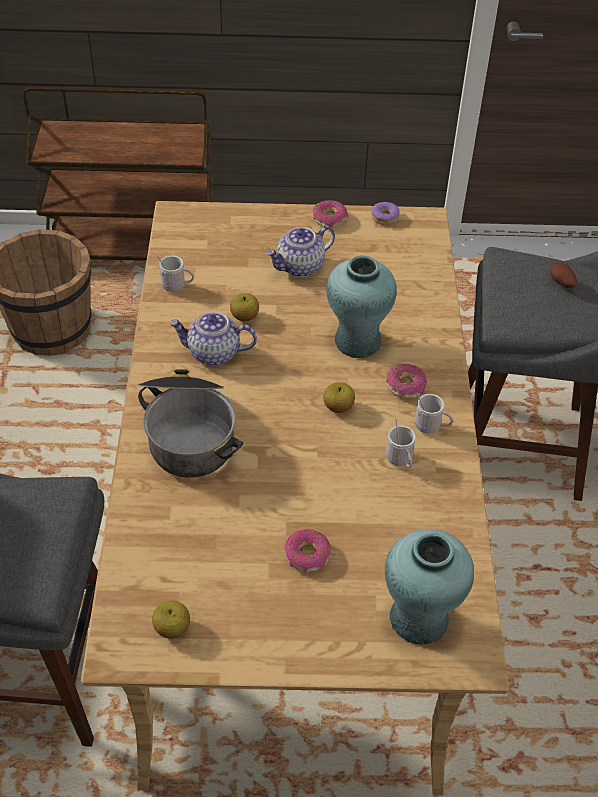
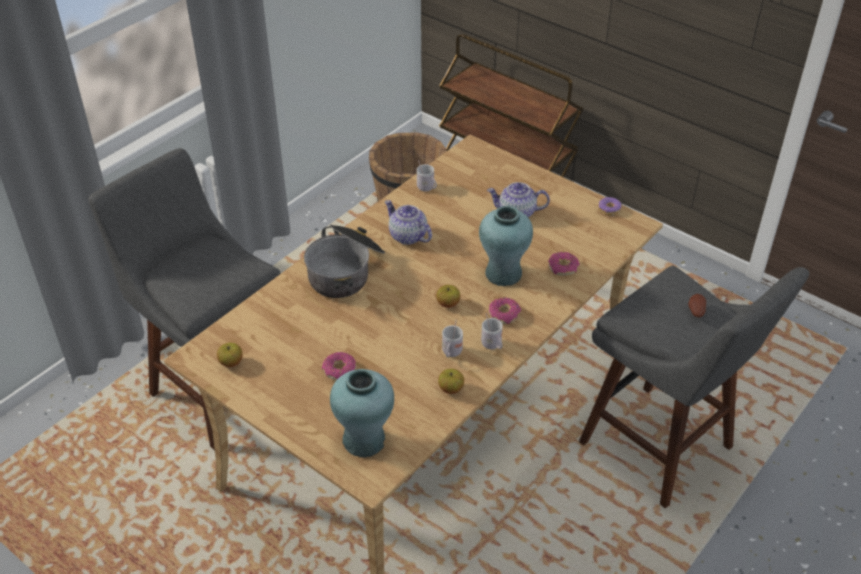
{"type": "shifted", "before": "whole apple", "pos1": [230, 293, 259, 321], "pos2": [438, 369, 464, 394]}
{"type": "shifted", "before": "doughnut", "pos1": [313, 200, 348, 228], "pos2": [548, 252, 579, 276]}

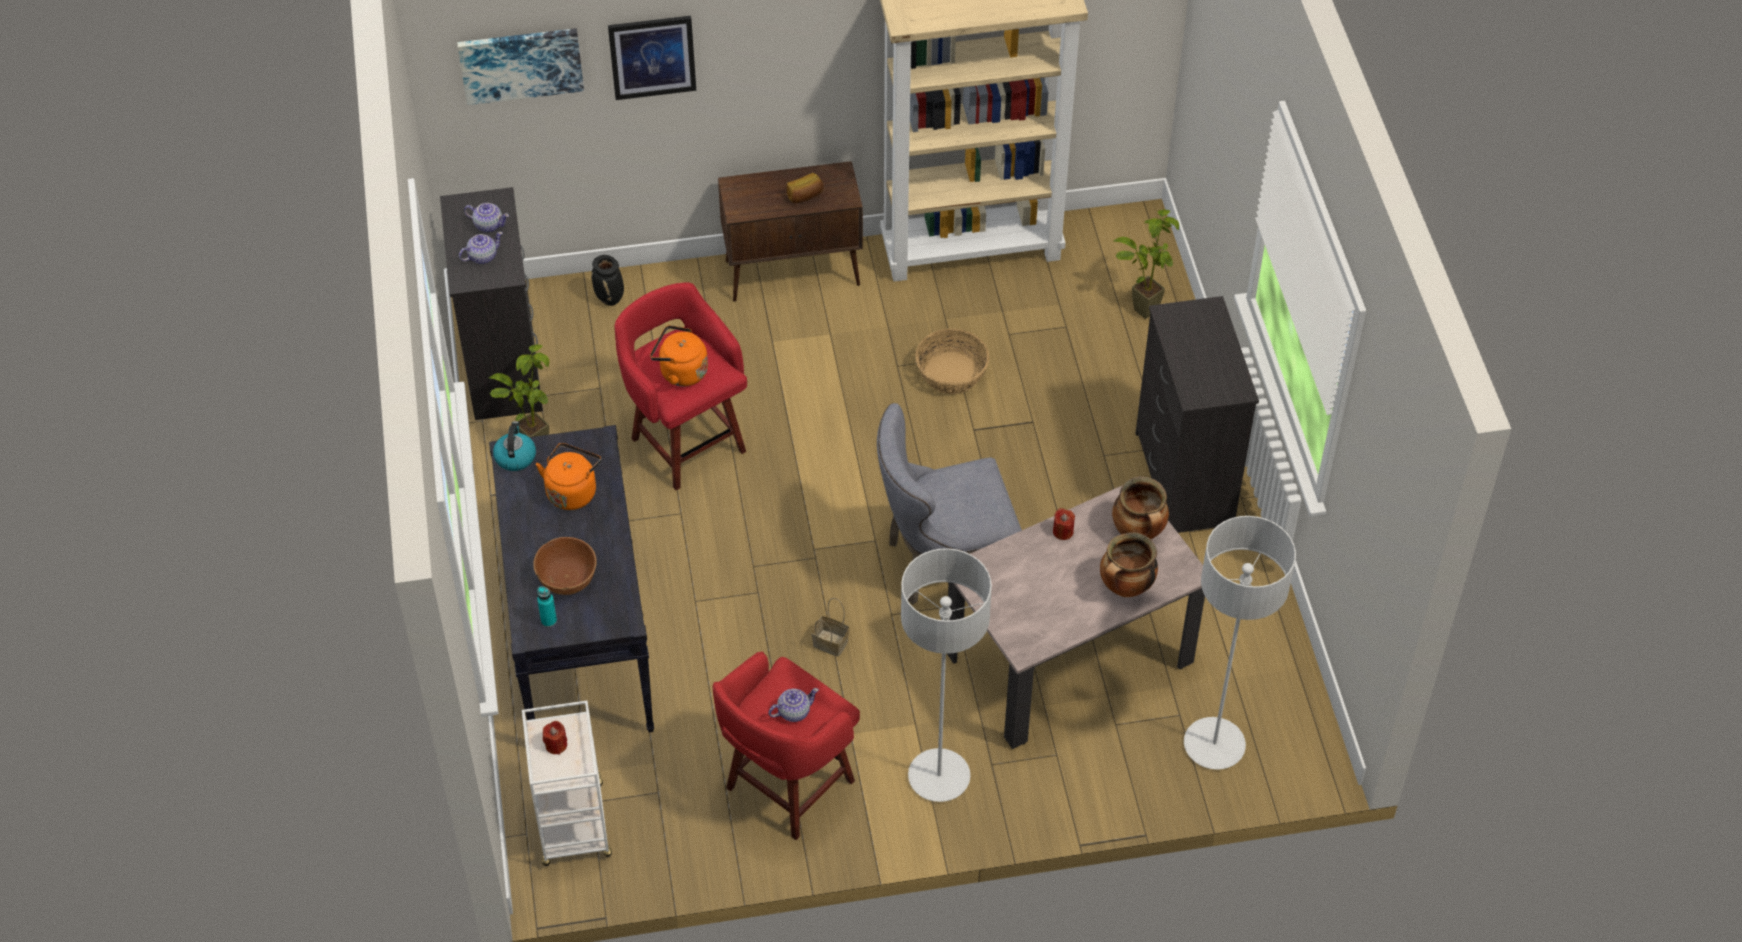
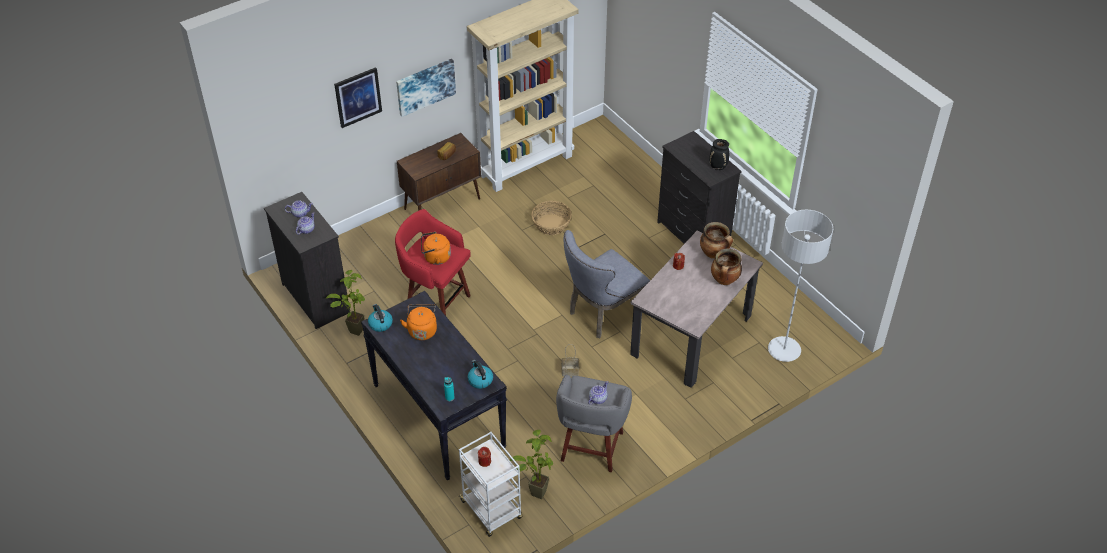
{"type": "gone", "before": "brownish bowl", "pos1": [533, 537, 597, 595]}
{"type": "gone", "before": "gray standard lamp", "pos1": [901, 548, 992, 802]}
{"type": "new", "after": "tea kettle", "pos2": [468, 360, 493, 389]}
{"type": "shifted", "before": "wall art", "pos1": [457, 28, 584, 105], "pos2": [396, 59, 456, 117]}
{"type": "shifted", "before": "blackish vase", "pos1": [591, 255, 624, 306], "pos2": [709, 139, 729, 170]}
{"type": "shifted", "before": "potted plant", "pos1": [1114, 209, 1179, 319], "pos2": [510, 430, 553, 499]}
{"type": "repainted", "before": "red stool seat", "after": "gray stool seat", "pos1": [713, 652, 860, 840], "pos2": [556, 375, 632, 472]}

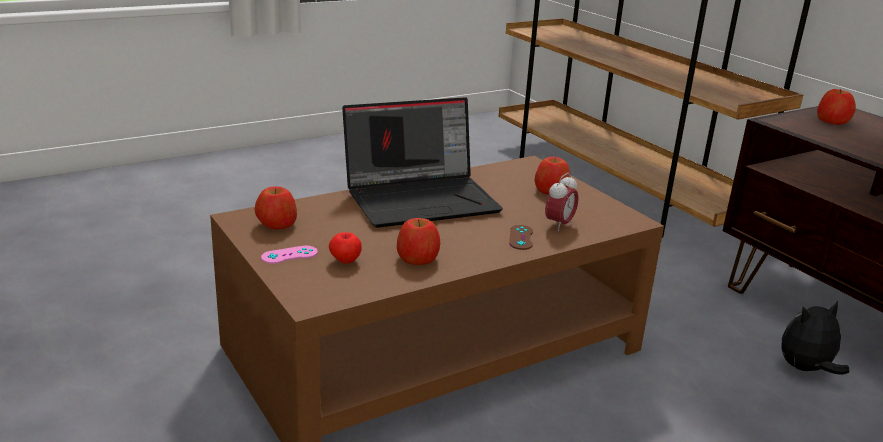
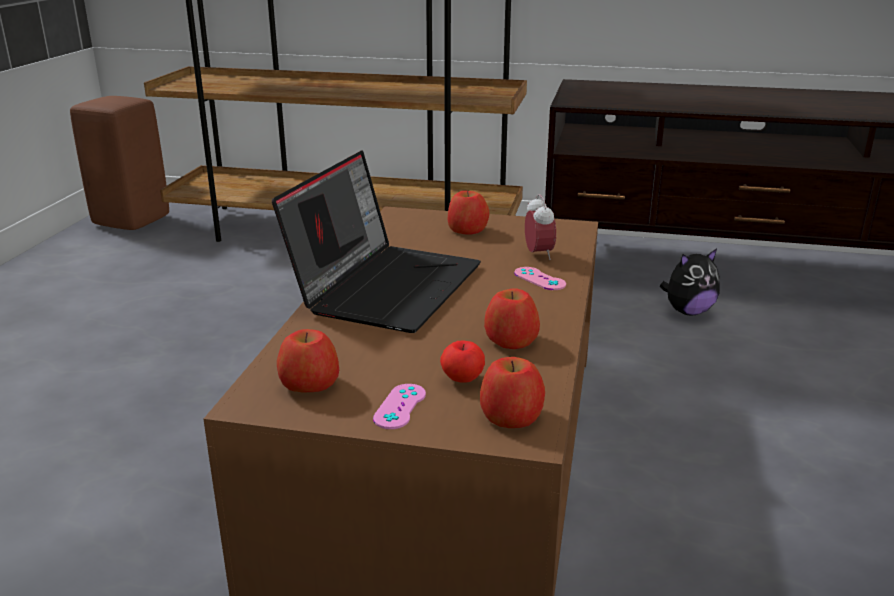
{"type": "new", "after": "brownish stool seat", "pos2": [70, 96, 169, 230]}
{"type": "shifted", "before": "whole apple", "pos1": [817, 89, 856, 125], "pos2": [480, 357, 545, 428]}
{"type": "repainted", "before": "brownish gamepad", "after": "pinkish gamepad", "pos1": [509, 225, 533, 250], "pos2": [514, 267, 566, 290]}
{"type": "rotated", "before": "plush toy", "pos1": [782, 301, 849, 375], "pos2": [660, 249, 720, 316], "turn": -135}

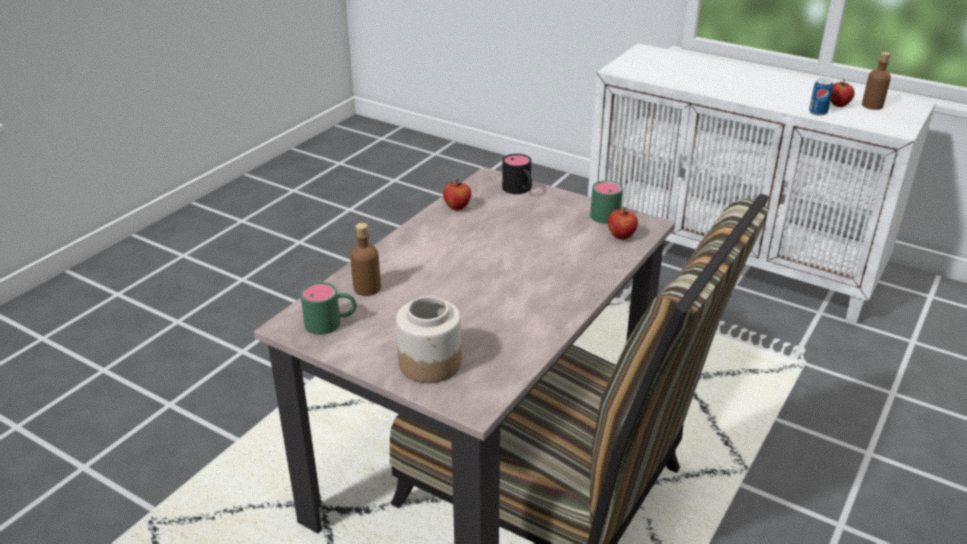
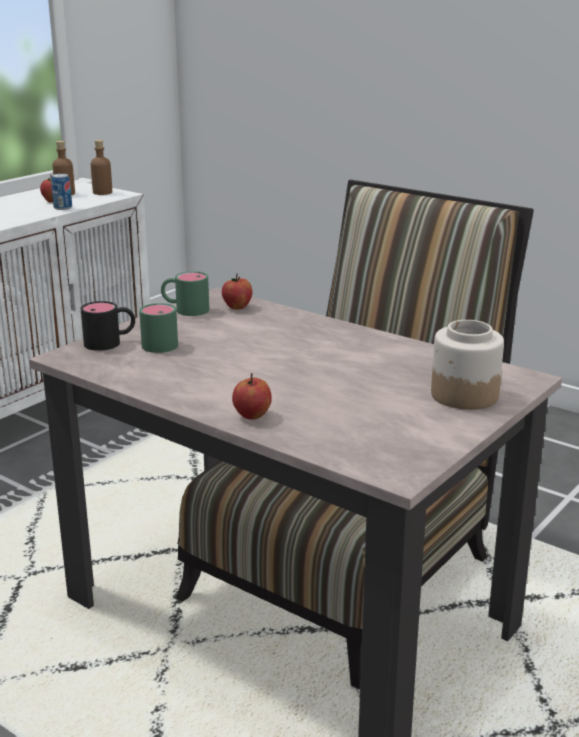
{"type": "shifted", "before": "greenish mug", "pos1": [300, 282, 356, 335], "pos2": [139, 303, 178, 353]}
{"type": "shifted", "before": "brownish drink bottle", "pos1": [350, 223, 381, 296], "pos2": [91, 140, 112, 195]}
{"type": "shifted", "before": "whole apple", "pos1": [443, 179, 471, 210], "pos2": [232, 373, 272, 419]}

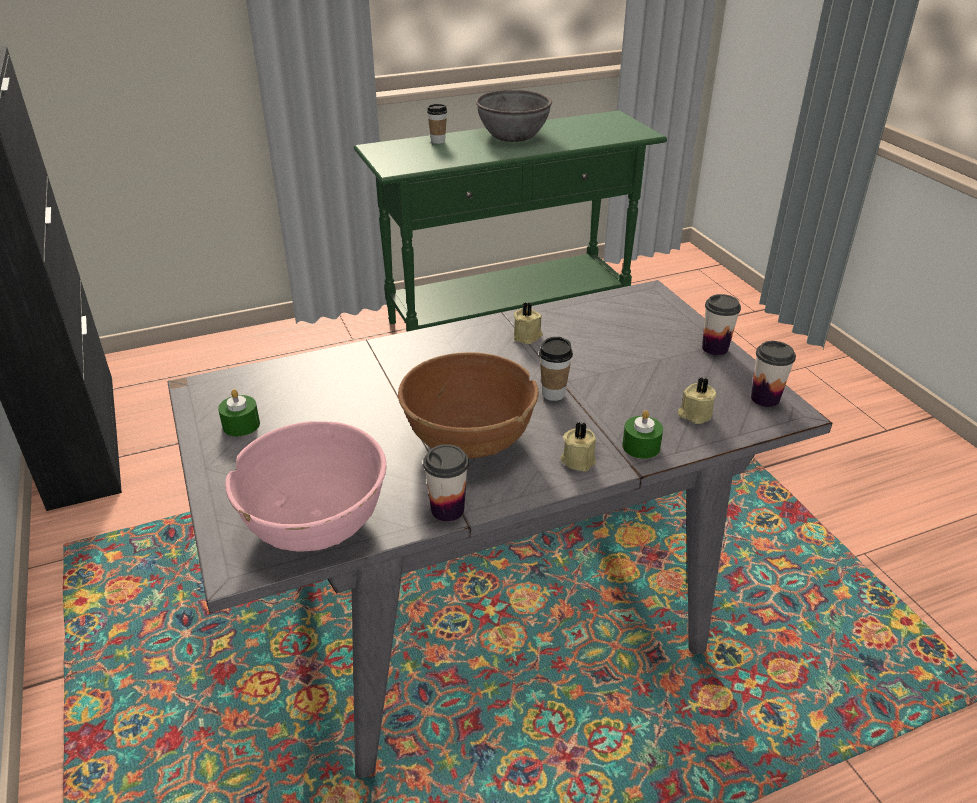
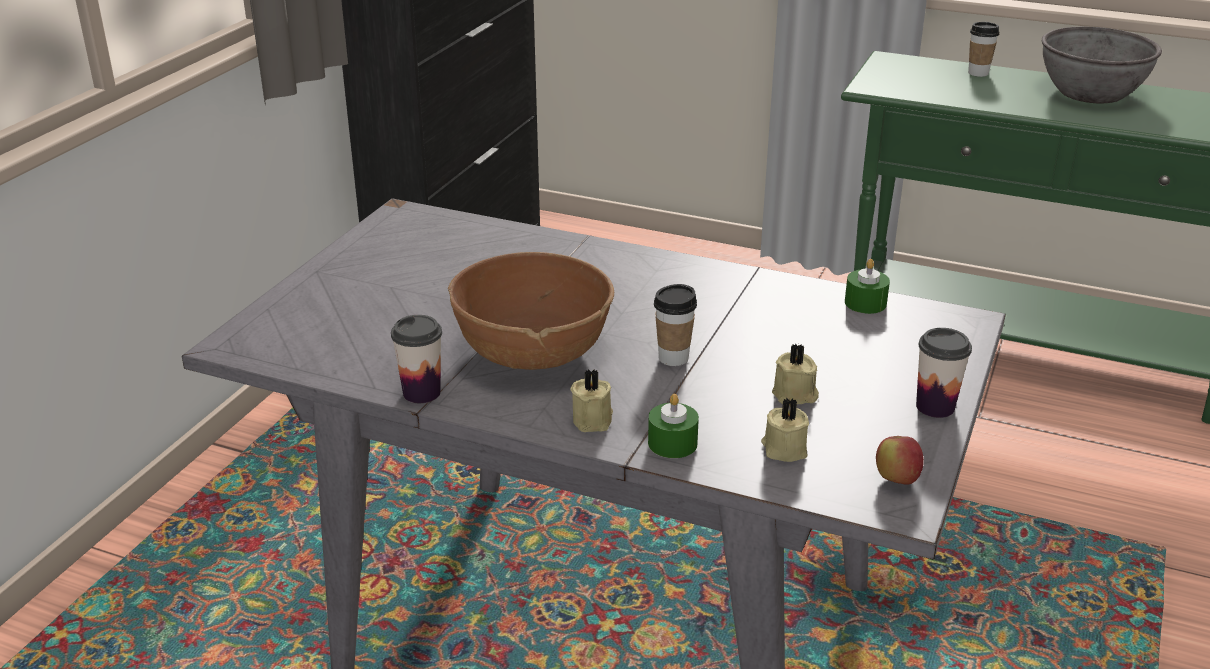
{"type": "gone", "before": "pinkish bowl", "pos1": [225, 421, 386, 552]}
{"type": "shifted", "before": "greenish candle", "pos1": [218, 389, 260, 436], "pos2": [845, 259, 890, 314]}
{"type": "shifted", "before": "beige candle", "pos1": [514, 302, 543, 344], "pos2": [772, 343, 819, 404]}
{"type": "swapped", "before": "cup", "after": "whole apple", "pos1": [751, 341, 796, 407], "pos2": [876, 436, 924, 485]}

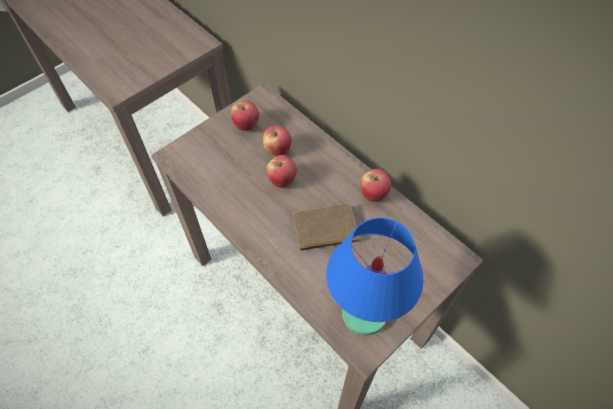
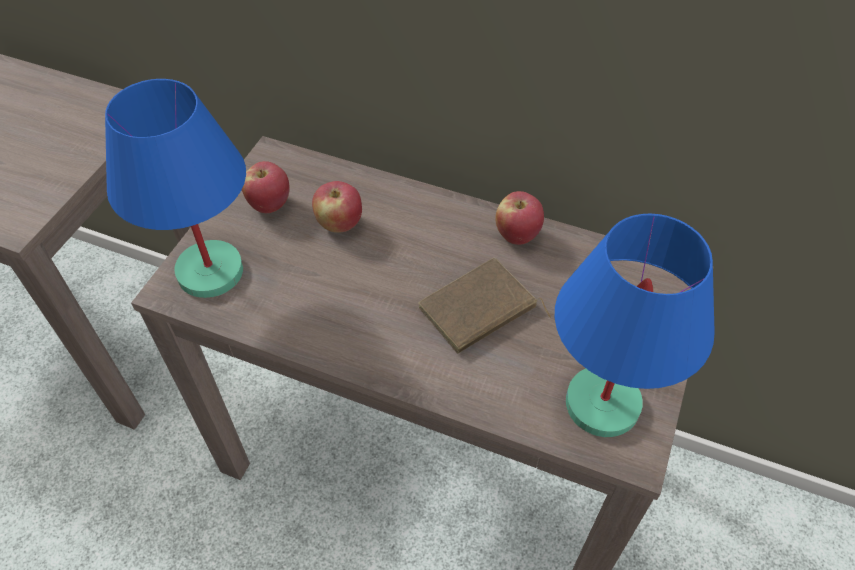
{"type": "gone", "before": "whole apple", "pos1": [266, 155, 297, 188]}
{"type": "new", "after": "bluish tabletop lamp", "pos2": [105, 79, 246, 298]}

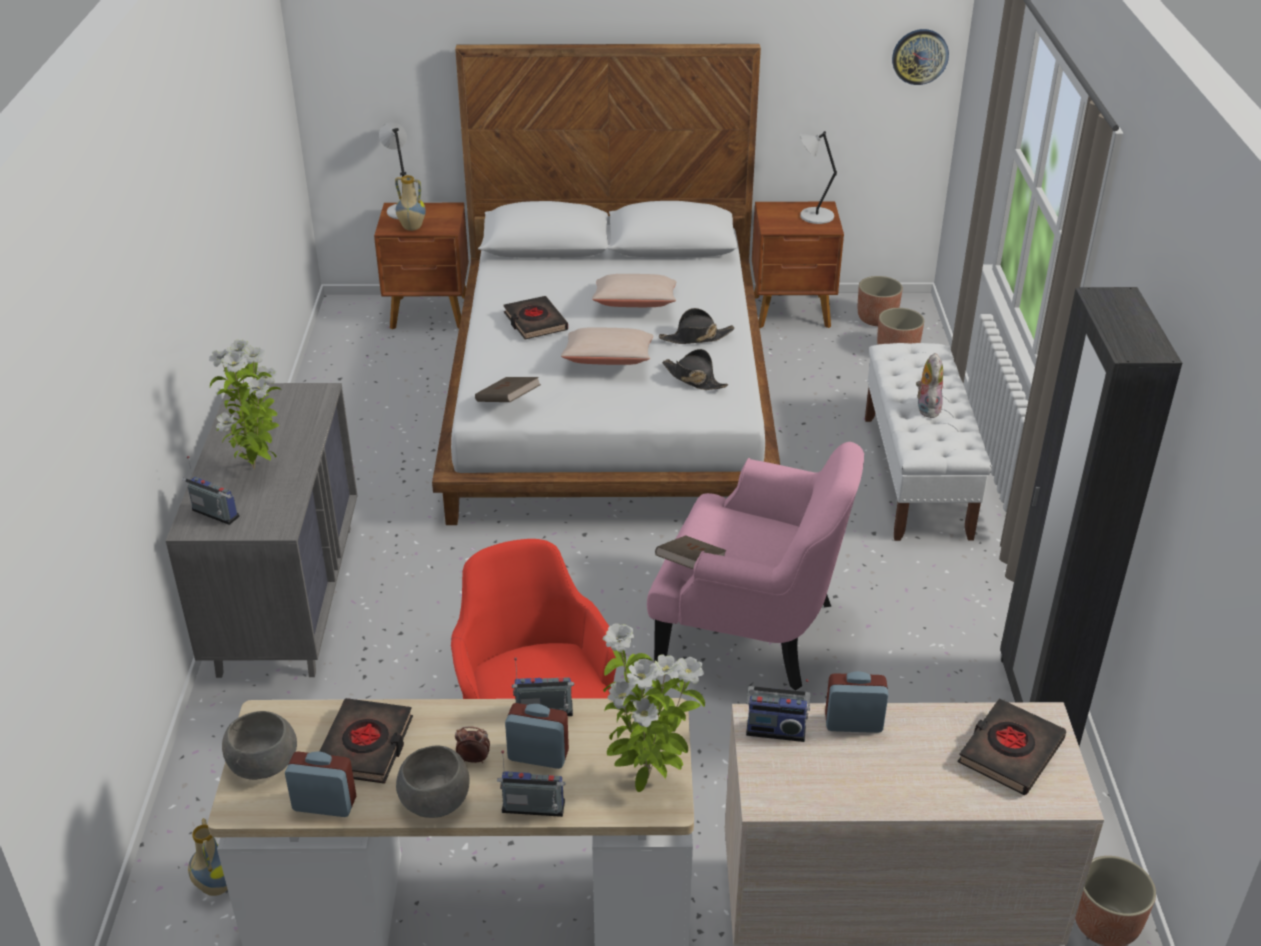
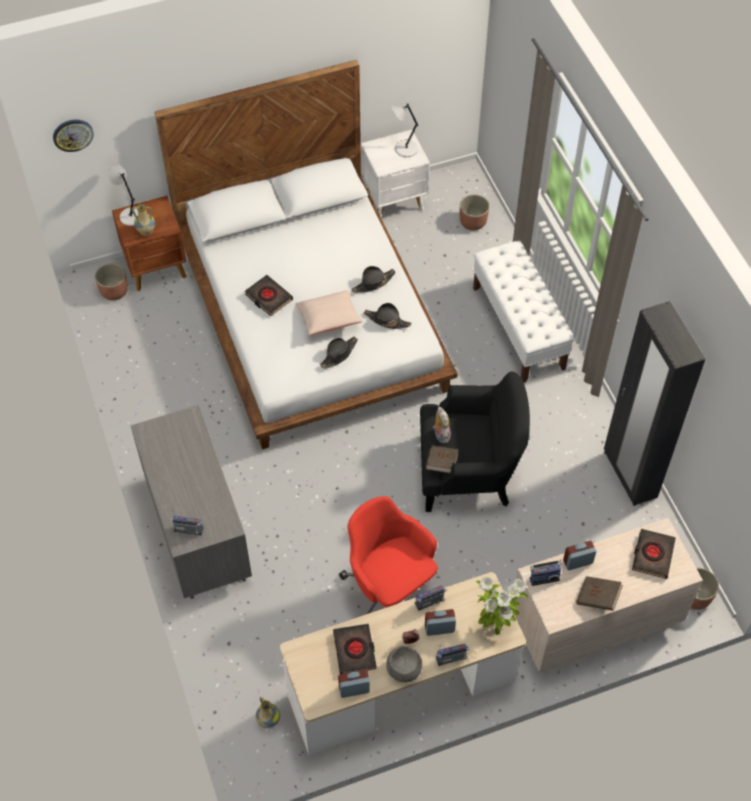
{"type": "gone", "before": "potted plant", "pos1": [209, 340, 282, 469]}
{"type": "gone", "before": "gray bowl", "pos1": [222, 711, 297, 780]}
{"type": "gone", "before": "beige pillow", "pos1": [592, 274, 676, 307]}
{"type": "new", "after": "blackish hat", "pos2": [320, 336, 358, 369]}
{"type": "shifted", "before": "brownish book", "pos1": [475, 377, 541, 402], "pos2": [576, 576, 623, 611]}
{"type": "shifted", "before": "flower pot", "pos1": [858, 276, 903, 326], "pos2": [95, 263, 128, 300]}
{"type": "shifted", "before": "clock on the wall", "pos1": [892, 29, 949, 85], "pos2": [53, 120, 94, 152]}
{"type": "shifted", "before": "plush toy", "pos1": [916, 353, 943, 418], "pos2": [433, 406, 451, 443]}
{"type": "repainted", "before": "pinkish lounge chair", "after": "blackish lounge chair", "pos1": [647, 442, 864, 691], "pos2": [420, 371, 530, 512]}
{"type": "repainted", "before": "brownish nightstand", "after": "white nightstand", "pos1": [752, 202, 844, 328], "pos2": [361, 130, 430, 219]}

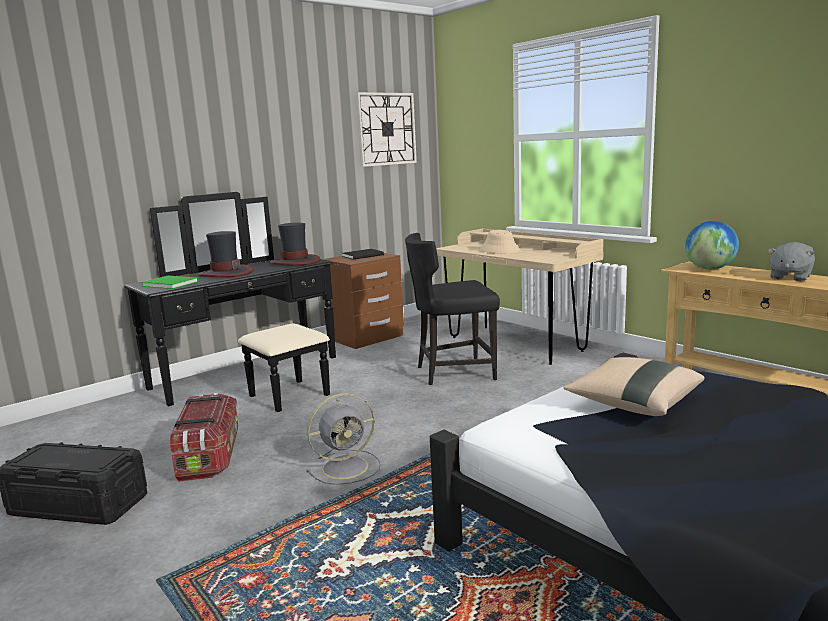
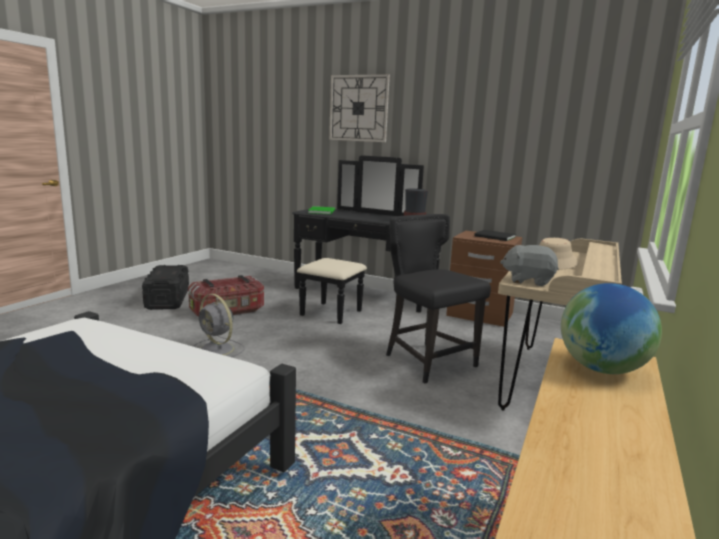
{"type": "gone", "before": "hat", "pos1": [198, 231, 253, 277]}
{"type": "gone", "before": "beige pillow", "pos1": [563, 357, 705, 416]}
{"type": "shifted", "before": "clock on the wall", "pos1": [356, 92, 417, 167], "pos2": [329, 74, 390, 142]}
{"type": "shifted", "before": "gray plush toy", "pos1": [768, 242, 815, 281], "pos2": [500, 245, 559, 286]}

